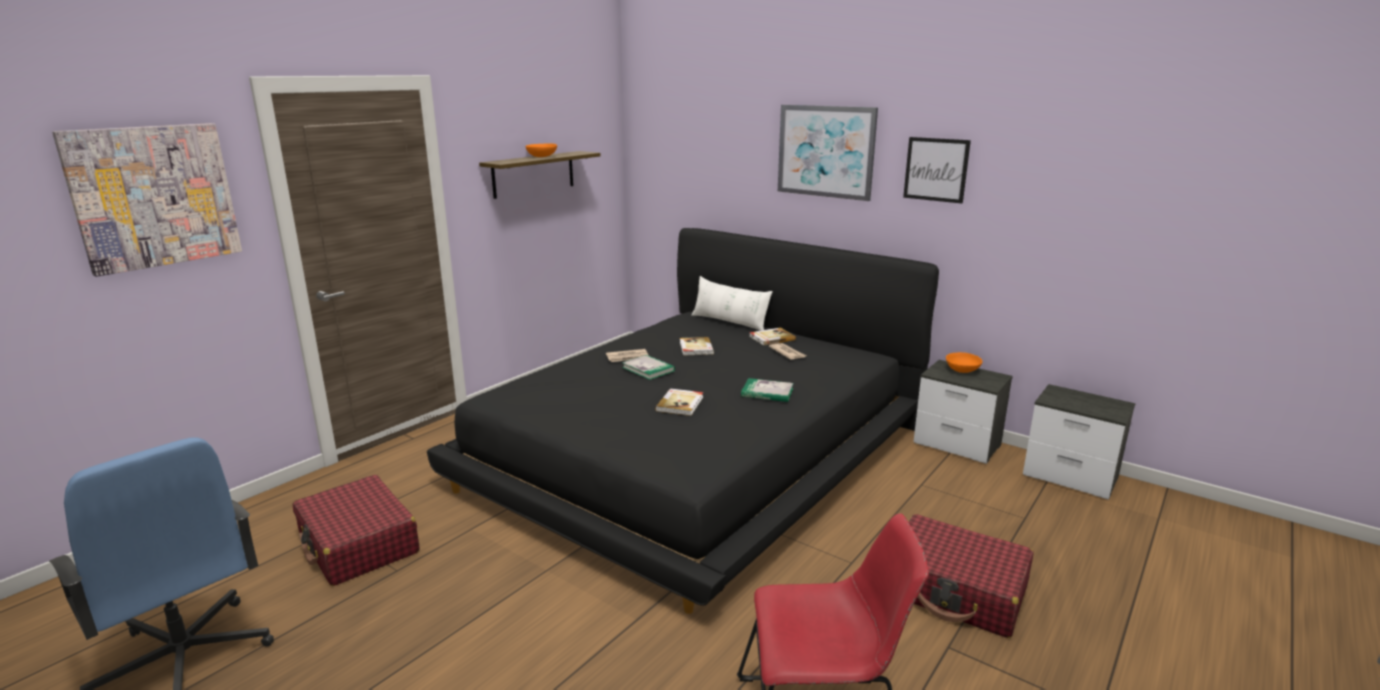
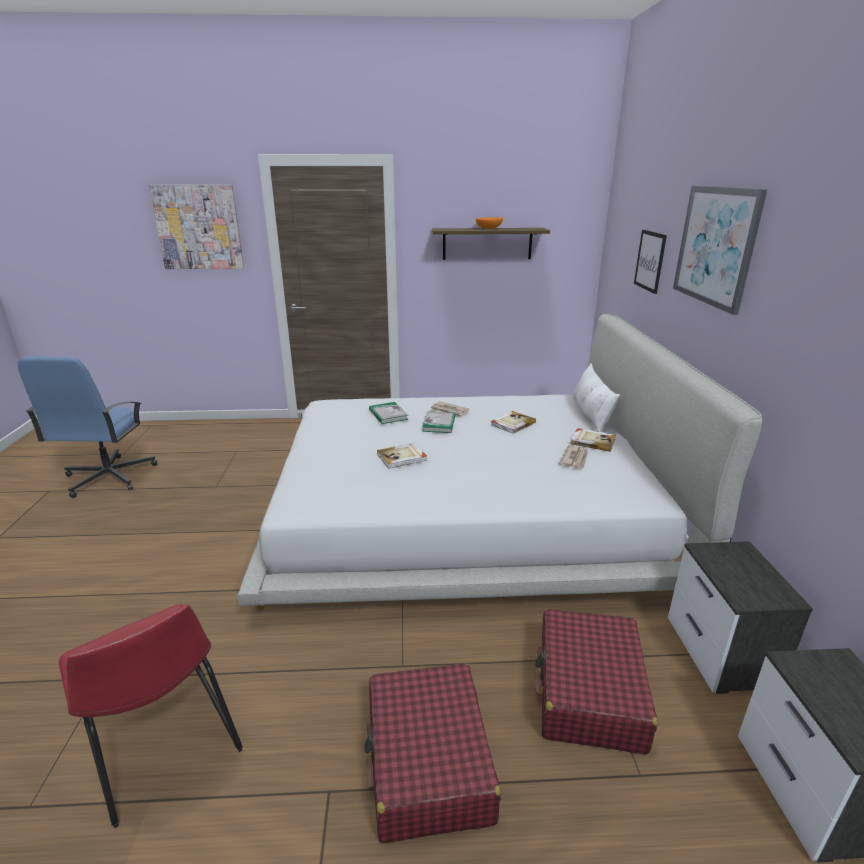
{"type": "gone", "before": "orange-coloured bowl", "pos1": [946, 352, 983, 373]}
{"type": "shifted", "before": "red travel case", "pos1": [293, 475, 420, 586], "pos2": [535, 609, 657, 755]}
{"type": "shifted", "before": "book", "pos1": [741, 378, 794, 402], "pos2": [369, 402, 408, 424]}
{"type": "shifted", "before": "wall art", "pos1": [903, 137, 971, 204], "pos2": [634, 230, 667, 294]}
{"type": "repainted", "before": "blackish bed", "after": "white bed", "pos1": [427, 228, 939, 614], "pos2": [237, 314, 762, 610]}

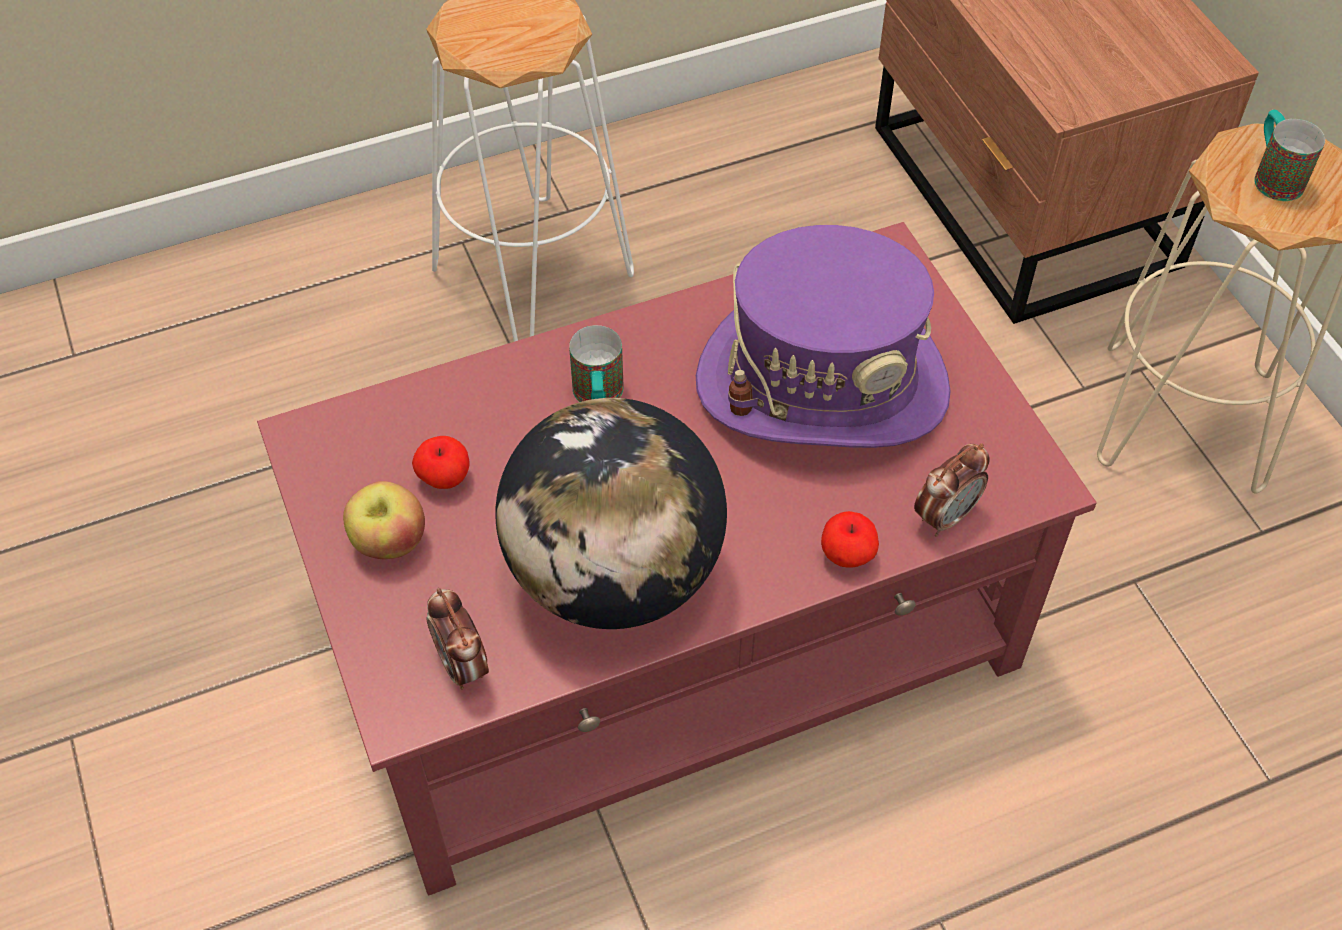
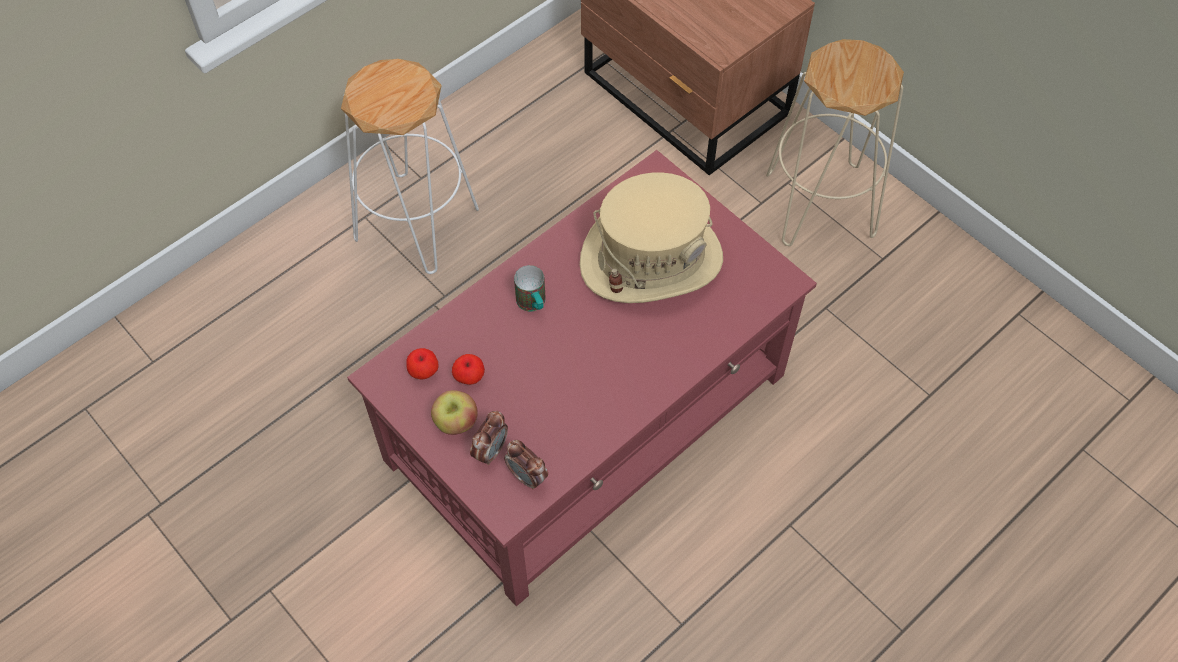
{"type": "gone", "before": "world globe", "pos1": [495, 398, 727, 629]}
{"type": "gone", "before": "mug", "pos1": [1254, 110, 1325, 201]}
{"type": "shifted", "before": "whole apple", "pos1": [821, 511, 879, 567], "pos2": [406, 348, 439, 379]}
{"type": "shifted", "before": "table clock", "pos1": [914, 443, 990, 537], "pos2": [470, 411, 508, 465]}
{"type": "repainted", "before": "purplish hat", "after": "beige hat", "pos1": [696, 225, 951, 448], "pos2": [580, 172, 723, 303]}

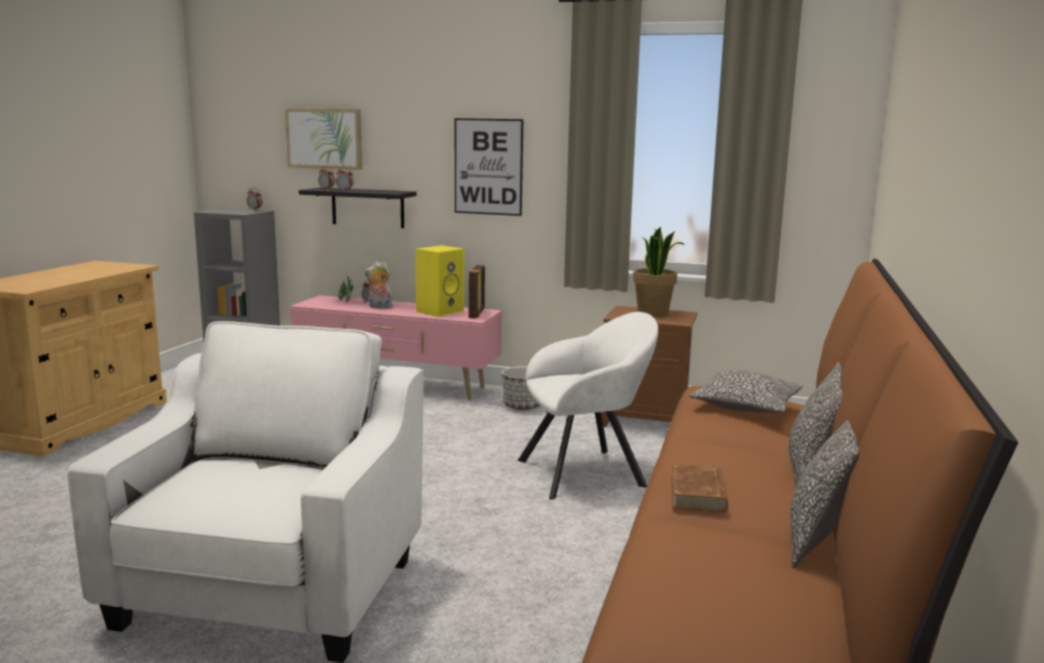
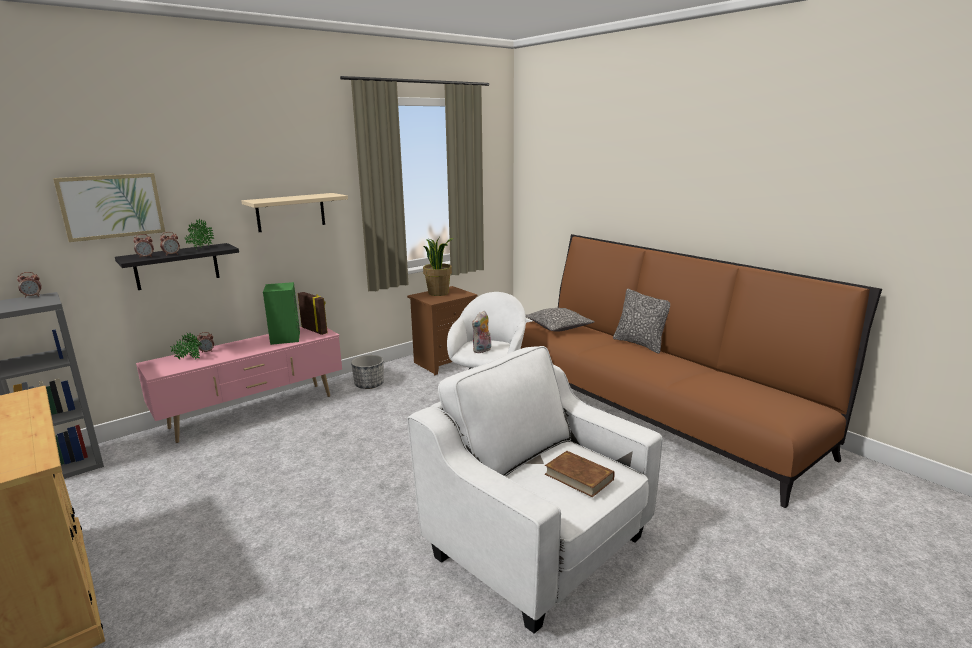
{"type": "gone", "before": "pillow", "pos1": [790, 420, 860, 568]}
{"type": "new", "after": "potted plant", "pos2": [184, 219, 214, 248]}
{"type": "shifted", "before": "plush toy", "pos1": [364, 261, 393, 309], "pos2": [472, 311, 491, 353]}
{"type": "shifted", "before": "brownish book", "pos1": [671, 464, 728, 512], "pos2": [545, 451, 615, 497]}
{"type": "swapped", "before": "wall art", "after": "beige wall shelf", "pos1": [455, 118, 523, 216], "pos2": [241, 193, 348, 232]}
{"type": "repainted", "before": "yellow audio speaker", "after": "greenish audio speaker", "pos1": [415, 245, 464, 317], "pos2": [263, 282, 300, 345]}

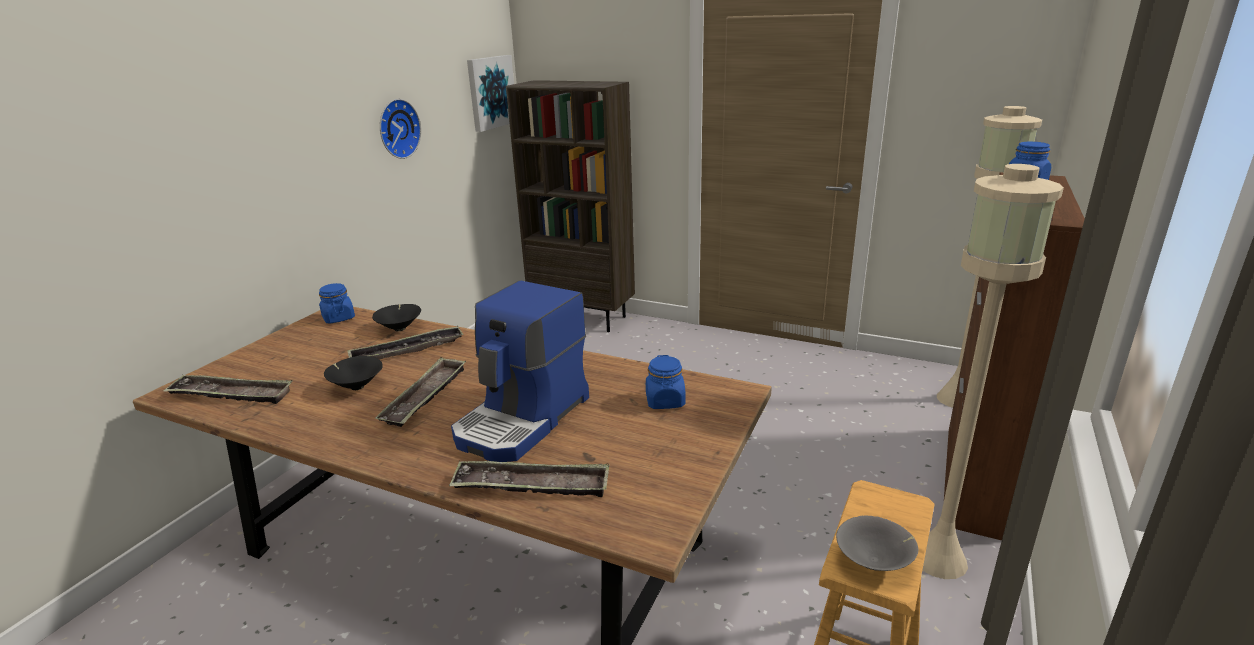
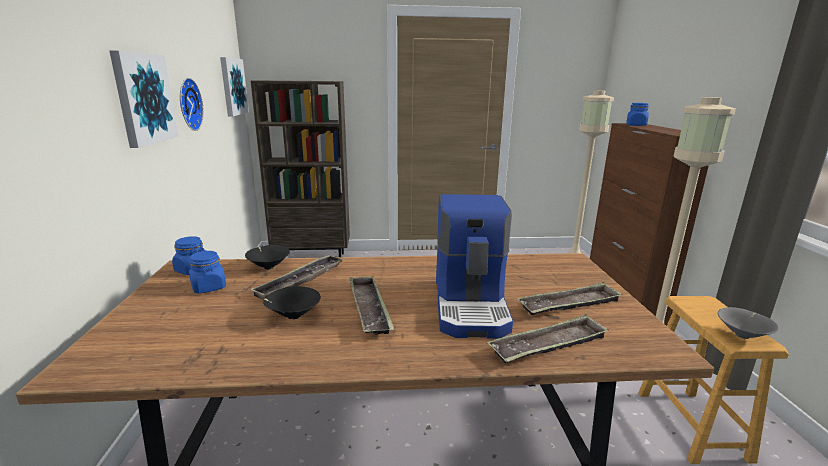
{"type": "new", "after": "wall art", "pos2": [109, 50, 178, 148]}
{"type": "shifted", "before": "carrying tray", "pos1": [163, 375, 293, 404], "pos2": [517, 282, 623, 315]}
{"type": "shifted", "before": "bluish jar", "pos1": [646, 355, 685, 409], "pos2": [189, 250, 226, 294]}

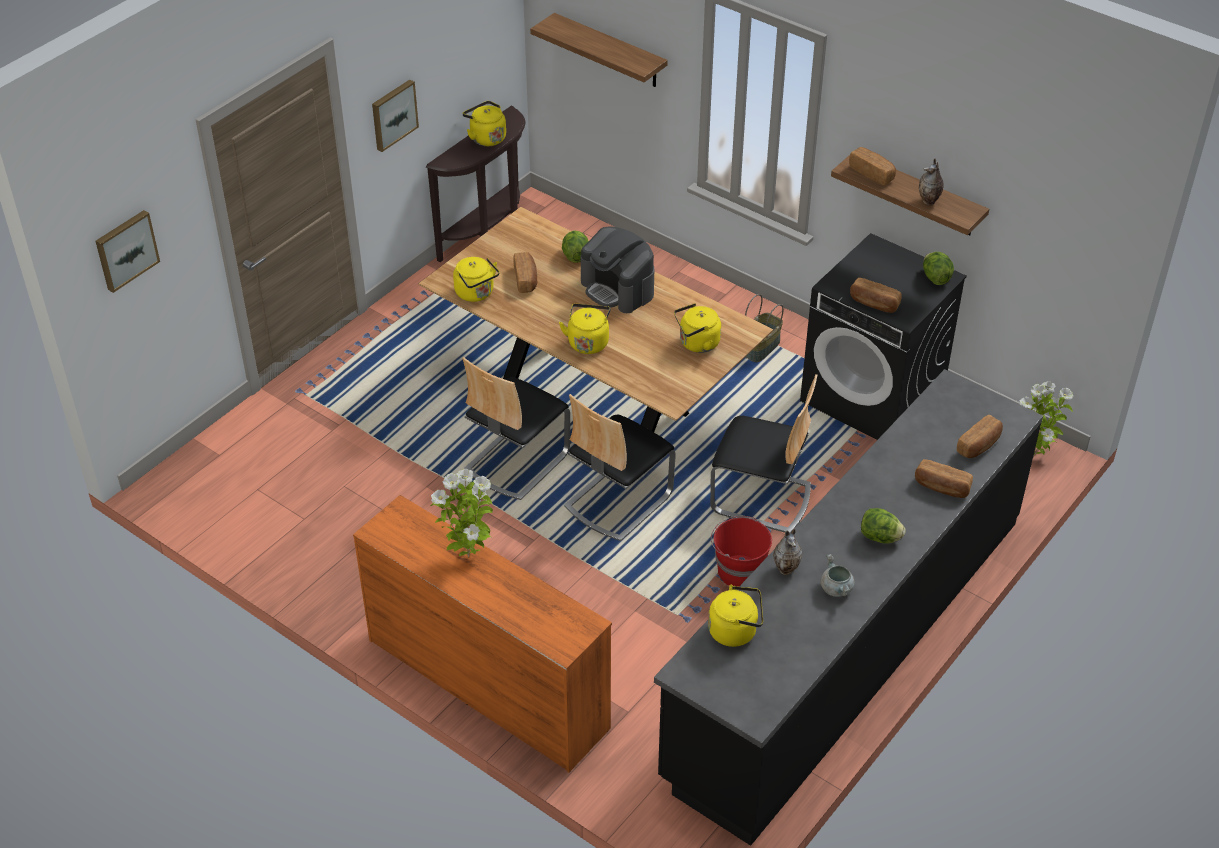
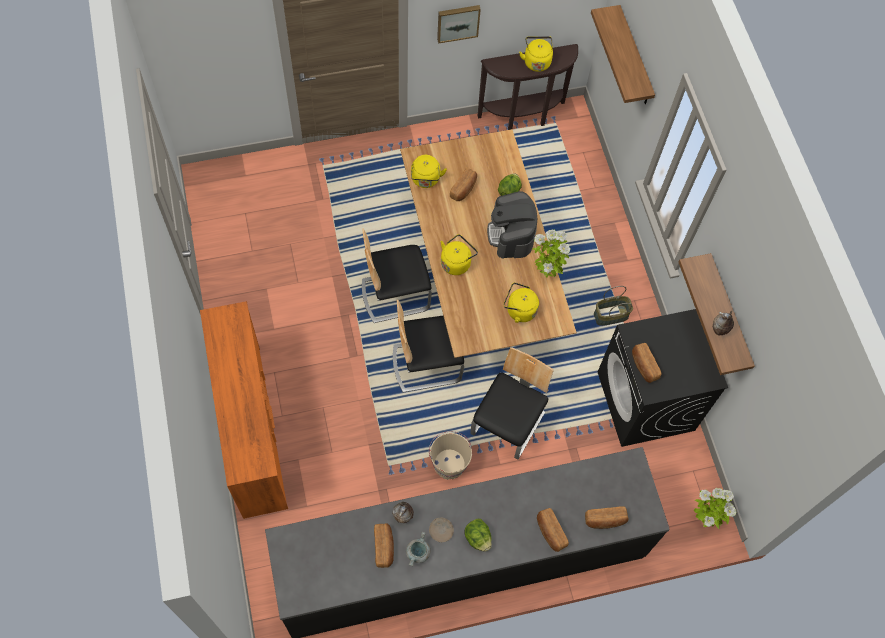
{"type": "gone", "before": "wall art", "pos1": [95, 210, 160, 293]}
{"type": "gone", "before": "yellow tea kettle", "pos1": [708, 585, 763, 647]}
{"type": "gone", "before": "lettuce", "pos1": [923, 252, 954, 285]}
{"type": "new", "after": "beige dinner plate", "pos2": [429, 518, 454, 542]}
{"type": "shifted", "before": "potted plant", "pos1": [430, 469, 493, 557], "pos2": [533, 229, 571, 278]}
{"type": "shifted", "before": "bakery bread", "pos1": [849, 147, 896, 185], "pos2": [374, 523, 394, 568]}
{"type": "repainted", "before": "red pail", "after": "beige pail", "pos1": [711, 516, 772, 587], "pos2": [429, 431, 472, 480]}
{"type": "rotated", "before": "chair", "pos1": [710, 374, 817, 533], "pos2": [470, 347, 554, 460], "turn": -120}

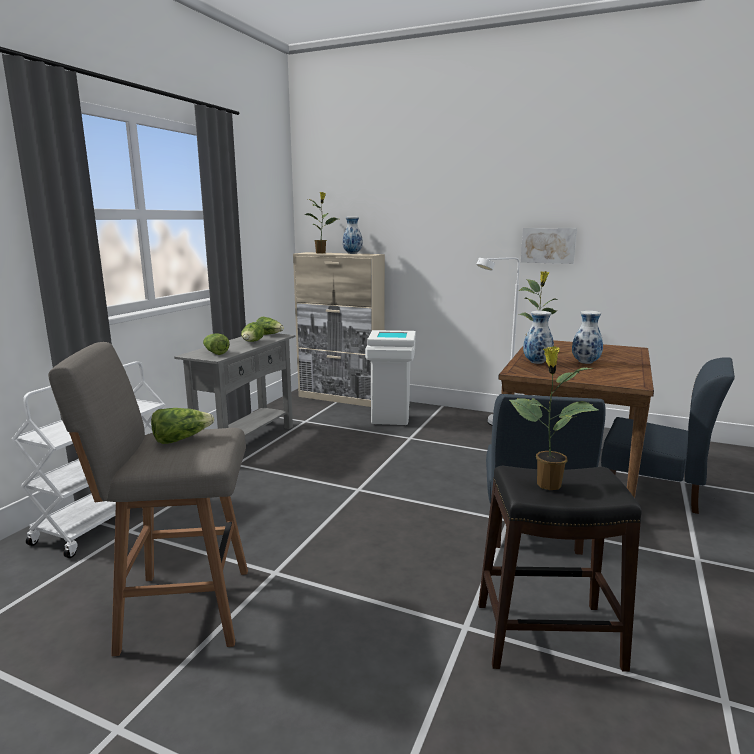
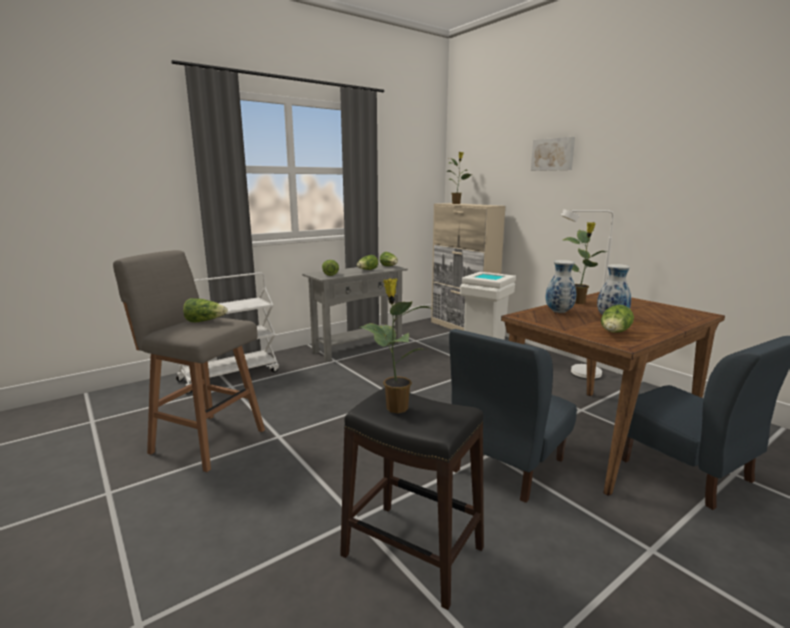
{"type": "gone", "before": "vase", "pos1": [342, 217, 363, 254]}
{"type": "new", "after": "lettuce", "pos2": [601, 305, 634, 332]}
{"type": "shifted", "before": "wall art", "pos1": [521, 228, 577, 264], "pos2": [531, 137, 575, 171]}

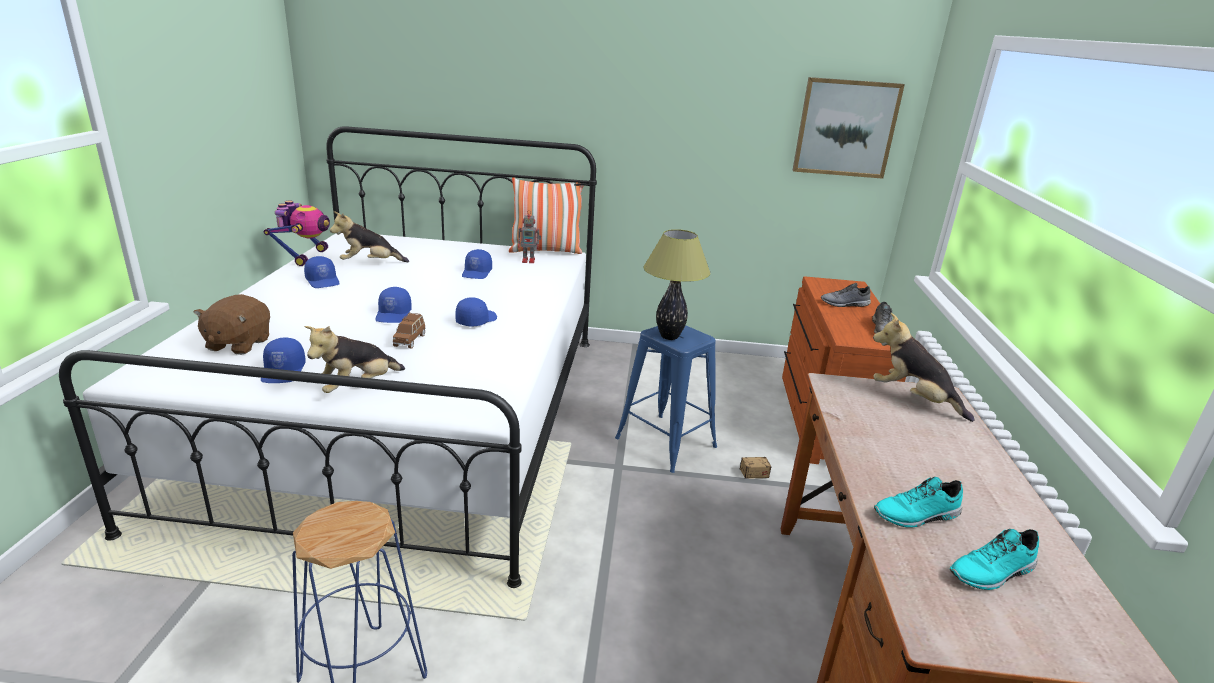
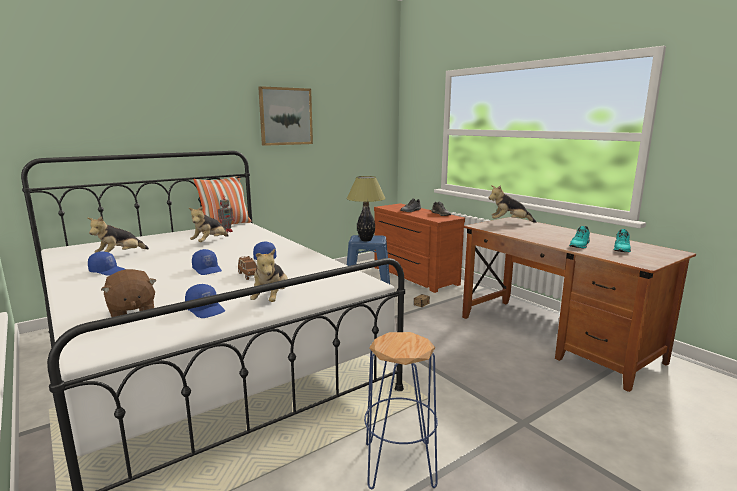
{"type": "gone", "before": "model robot", "pos1": [264, 200, 330, 266]}
{"type": "shifted", "before": "wall art", "pos1": [793, 77, 905, 179], "pos2": [258, 86, 313, 146]}
{"type": "swapped", "before": "bluish baseball cap", "after": "plush toy", "pos1": [462, 249, 492, 279], "pos2": [189, 206, 229, 242]}

